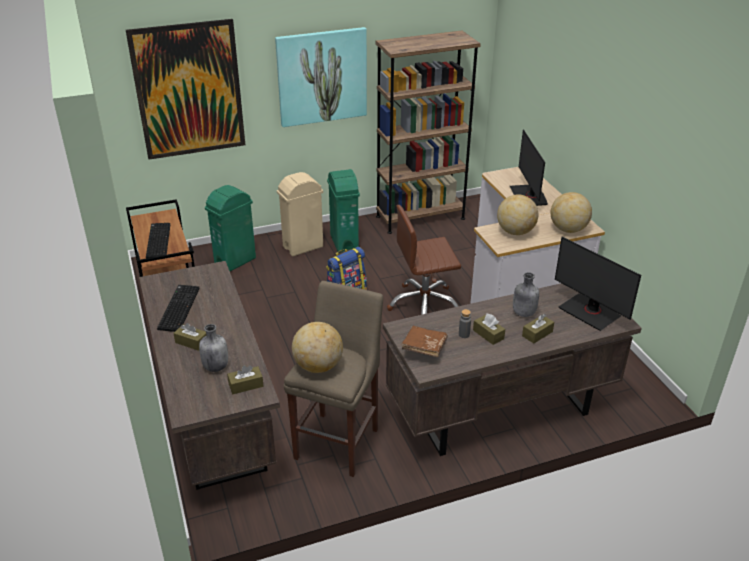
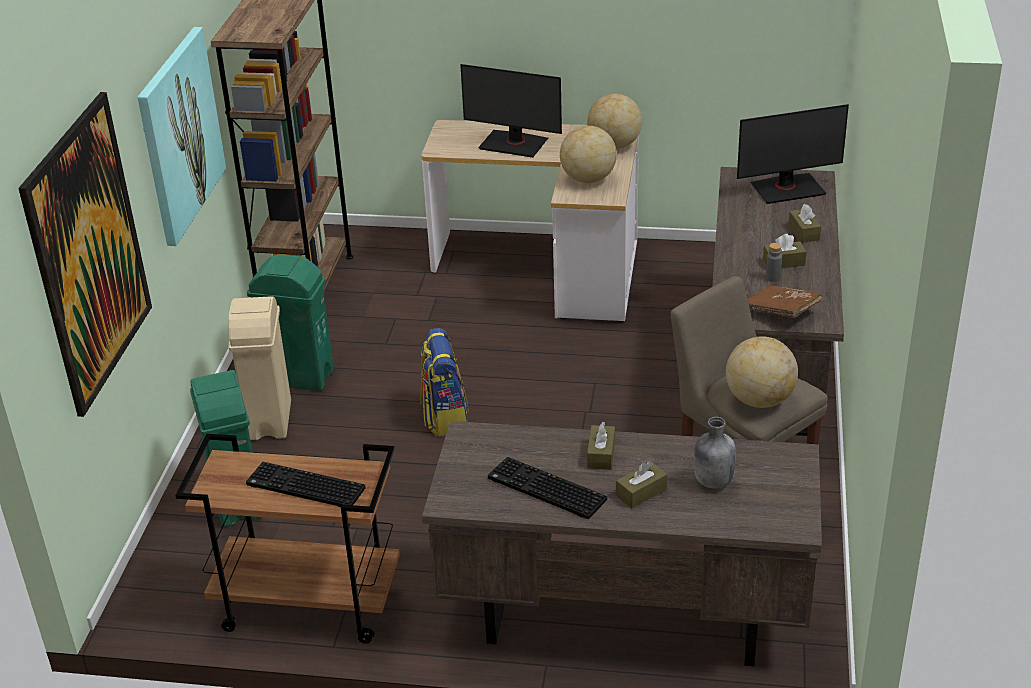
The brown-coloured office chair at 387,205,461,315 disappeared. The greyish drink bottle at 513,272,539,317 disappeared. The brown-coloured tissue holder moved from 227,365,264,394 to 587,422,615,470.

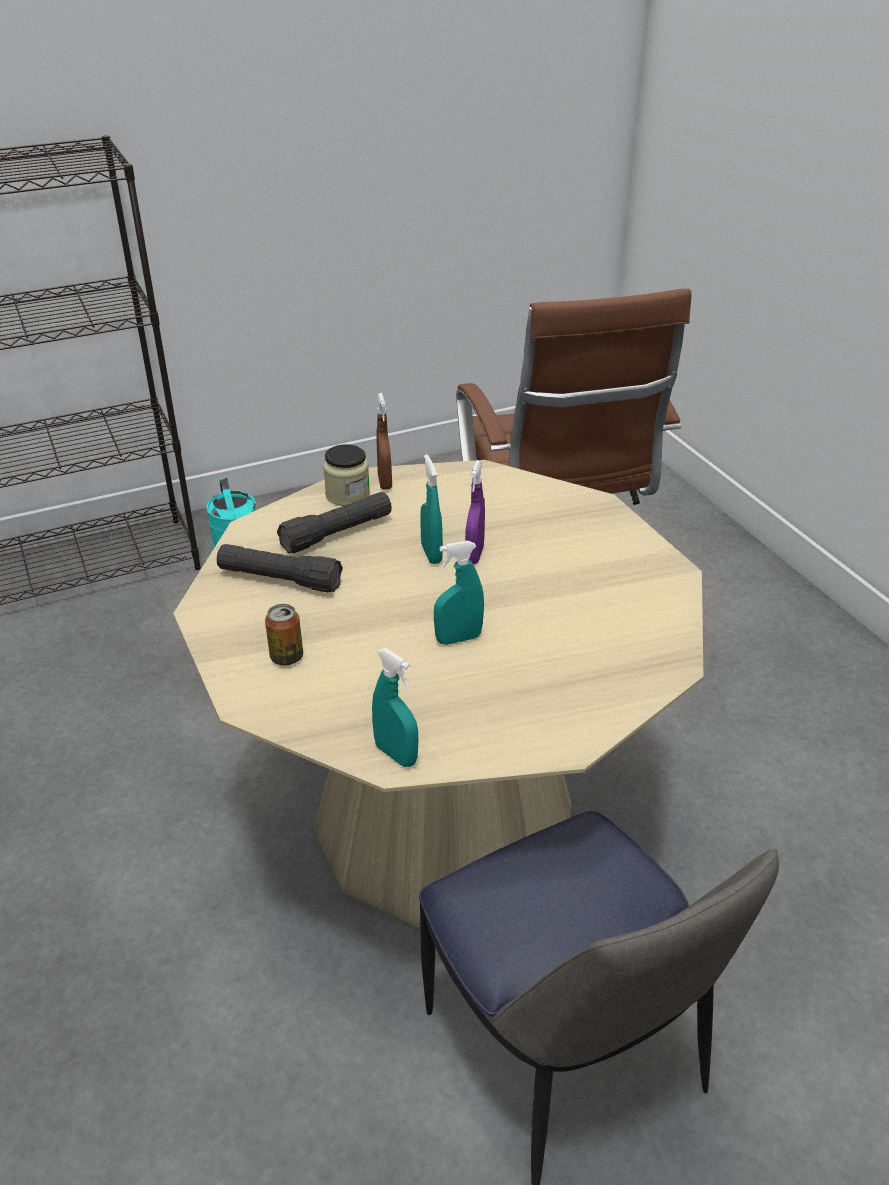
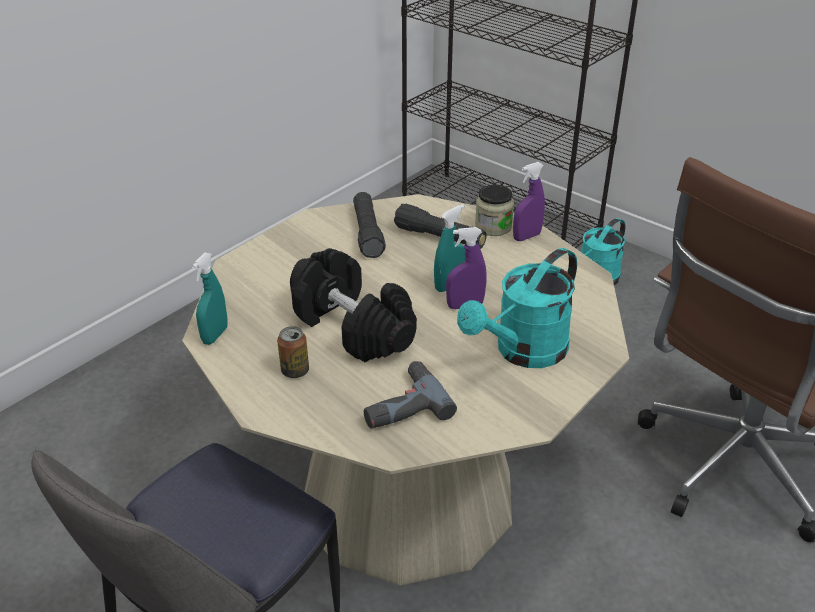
The brown-coloured sprayer at 376,393,392,490 became the purple sprayer at 513,162,545,241. The turquoise-coloured sprayer at 434,540,484,645 was replaced by the black dumbbell at 290,248,417,362. The metal can moved from 265,604,303,666 to 277,326,309,378. The turquoise-coloured sprinkling can at 457,248,577,368 appeared. The drill at 364,361,457,429 appeared.

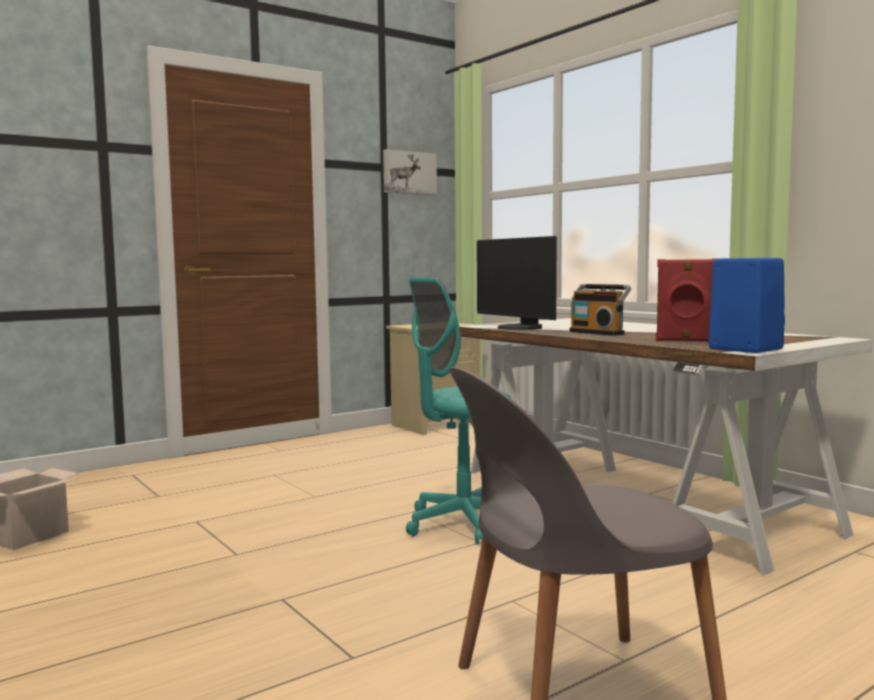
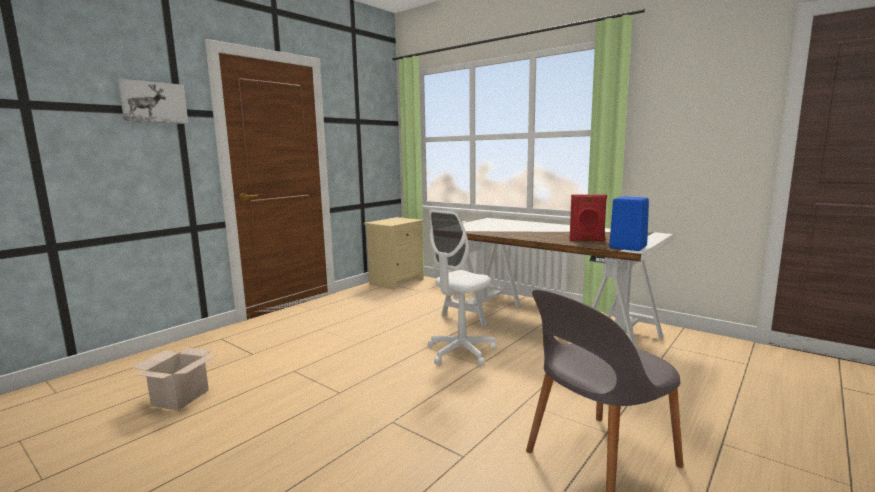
The picture moved from 383,149,437,195 to 118,79,189,124. The monitor at 477,236,557,330 disappeared. The turquoise-coloured office chair at 406,277,511,544 became the whitish office chair at 428,209,496,367. The radio at 570,284,631,336 disappeared.

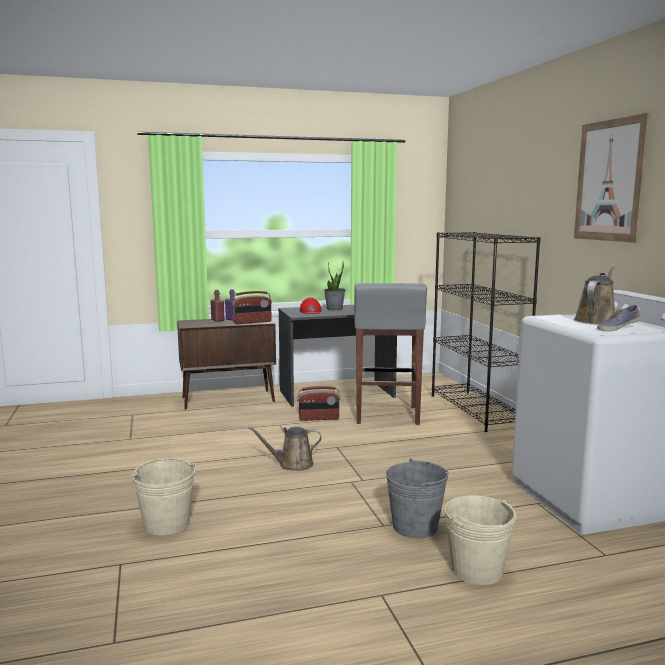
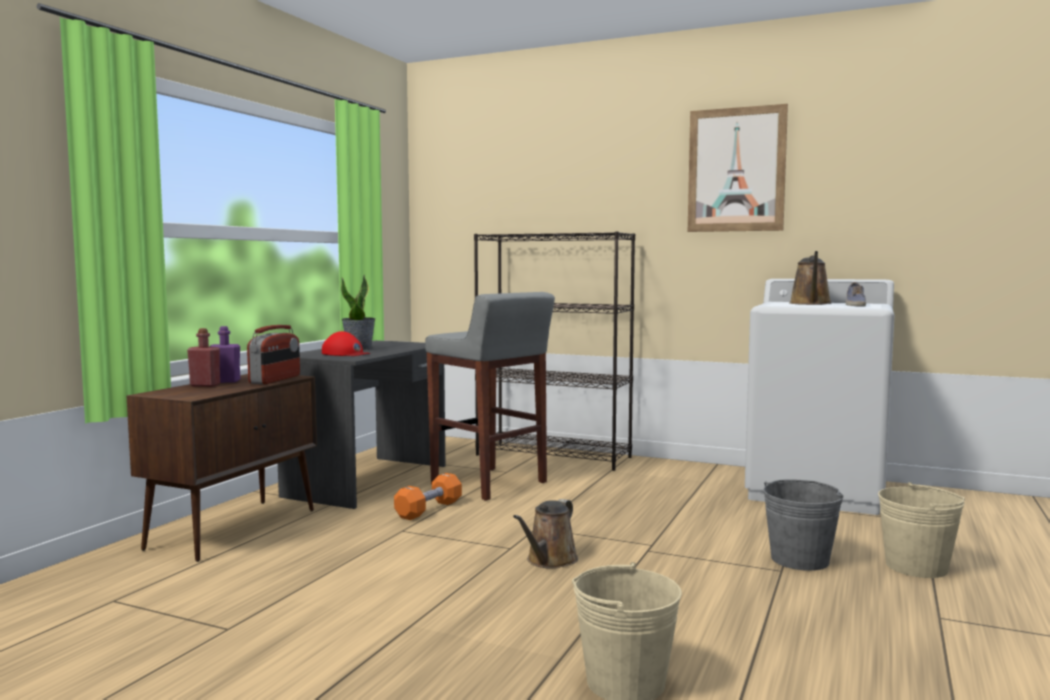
The brown-coloured sprinkling can at 574,266,615,324 turned 150 degrees counterclockwise. The radio at 297,386,341,421 was replaced by the orange dumbbell at 394,473,462,520.

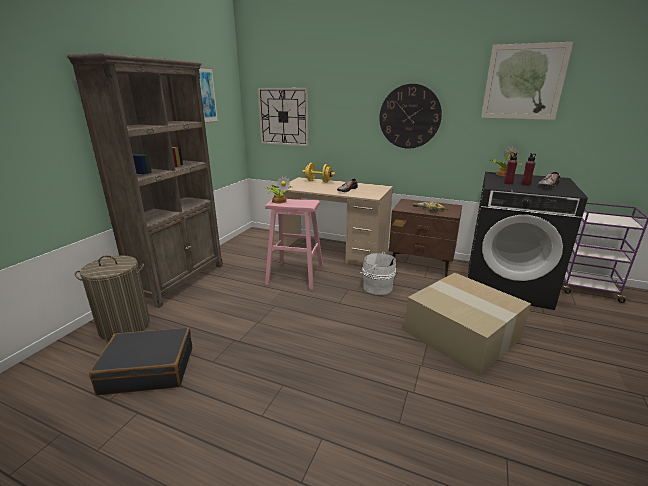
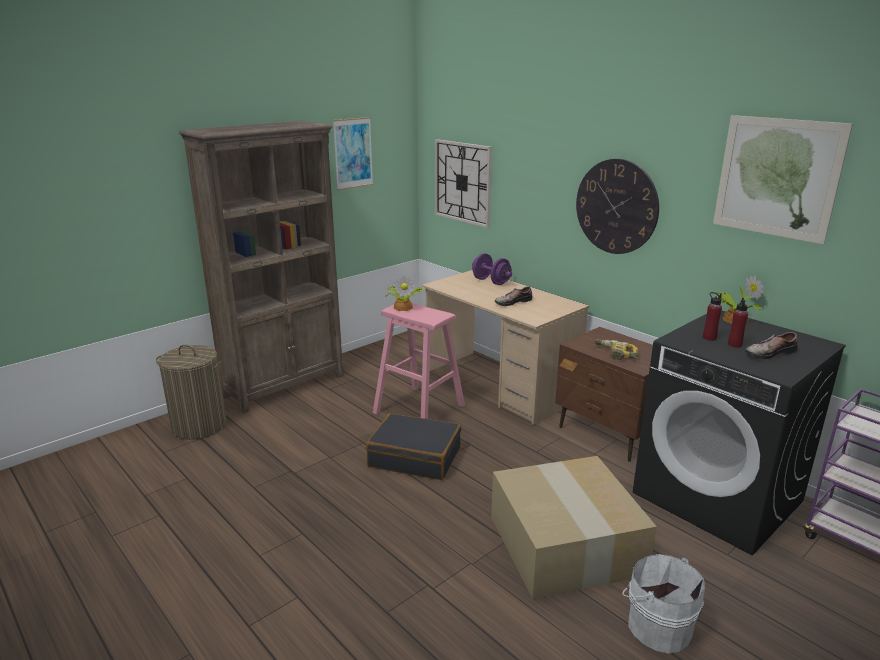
The yellow-coloured dumbbell at 303,163,335,183 became the purple dumbbell at 472,253,512,285. The whitish bucket moved from 361,252,396,295 to 622,554,705,654. The black suitcase moved from 89,327,193,395 to 366,413,461,480.

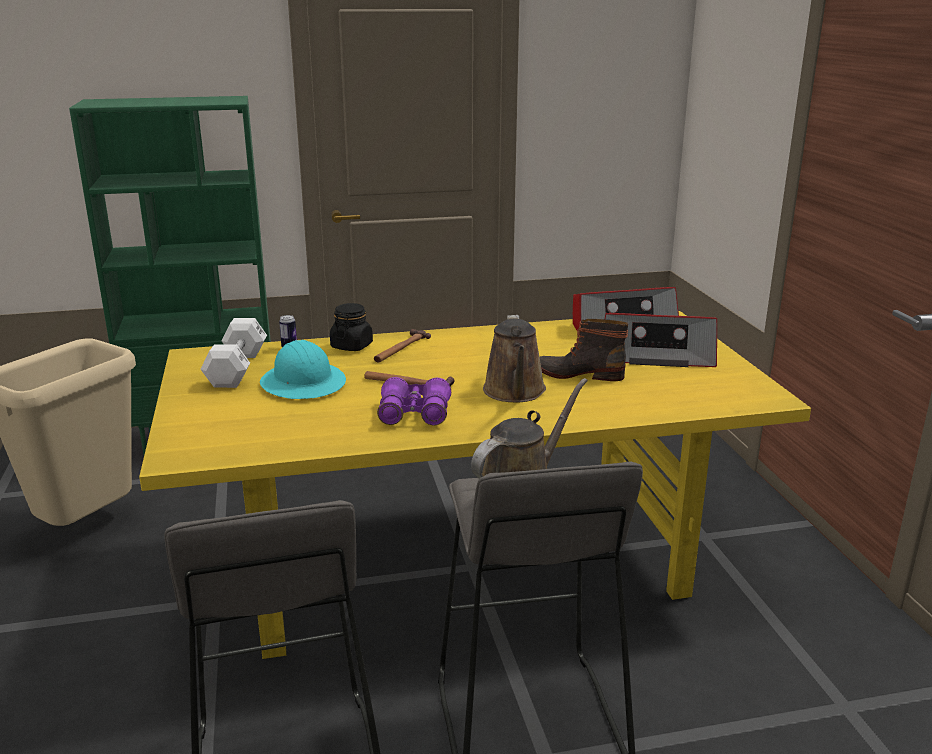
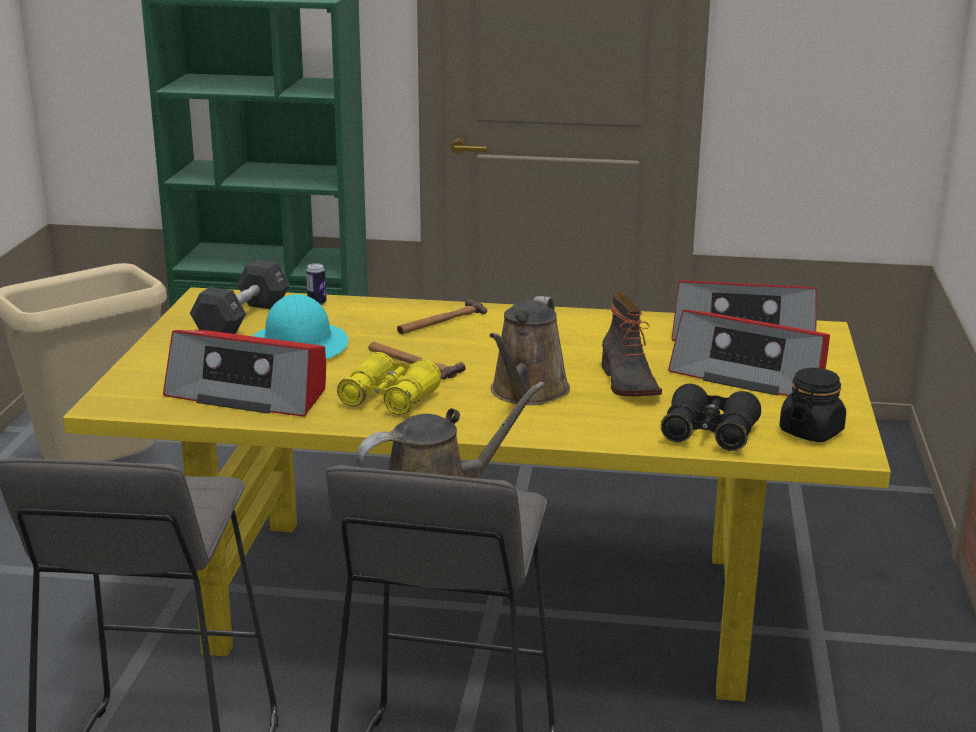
The black storage jar moved from 330,303,373,351 to 779,368,846,442. The whitish dumbbell at 200,318,267,388 became the black dumbbell at 190,260,290,334. The boot at 540,319,629,381 turned 135 degrees counterclockwise. The purple binoculars at 377,377,451,425 became the yellow-coloured binoculars at 337,352,441,415. The radio at 163,330,326,417 appeared. The black binoculars at 661,384,761,451 appeared.

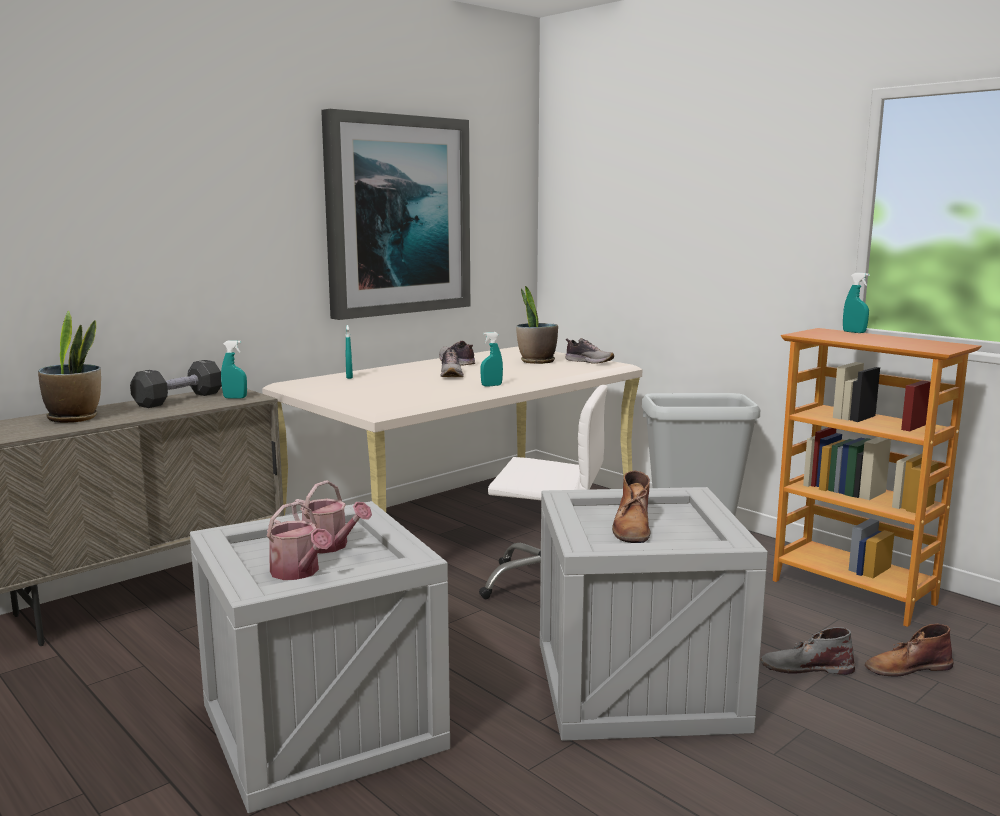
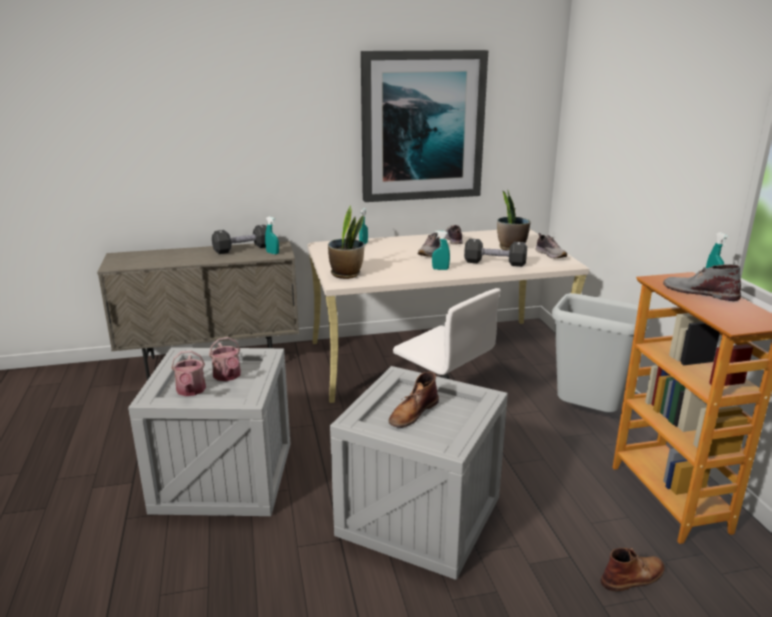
The houseplant moved from 38,311,101,423 to 328,205,364,279. The brown-coloured boot at 865,624,953,676 turned 135 degrees clockwise. The greyish boot moved from 760,627,855,675 to 663,264,741,301. The black dumbbell at 464,239,527,267 appeared.

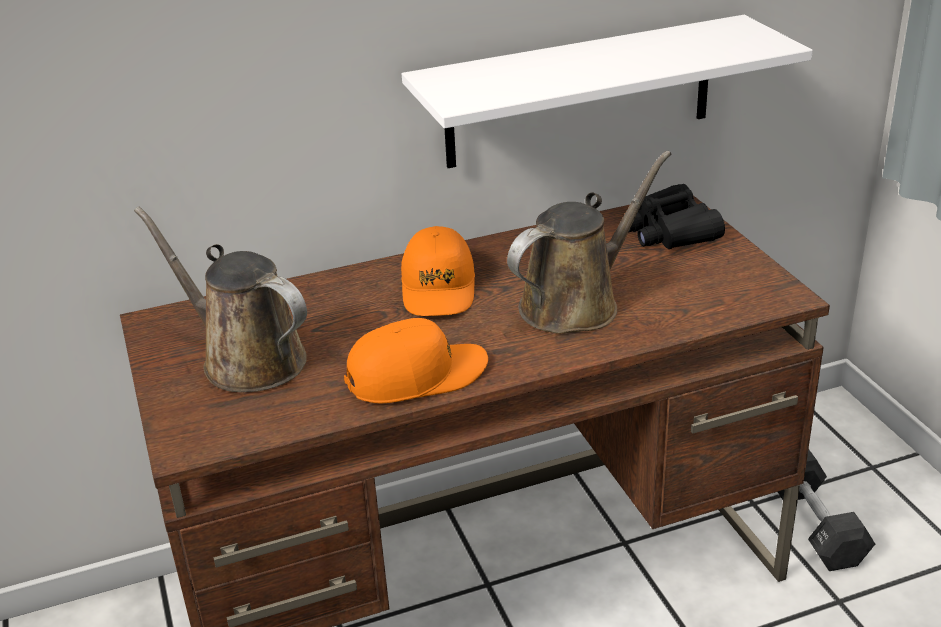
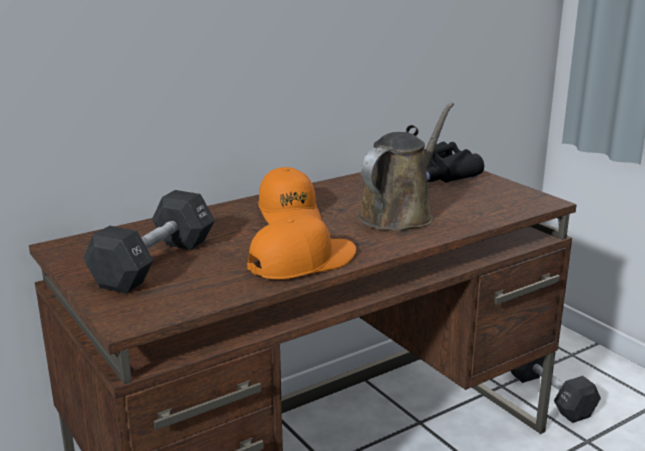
The whitish wall shelf at 402,15,813,168 disappeared. The brown-coloured sprinkling can at 134,206,307,392 was replaced by the black dumbbell at 83,190,215,294.

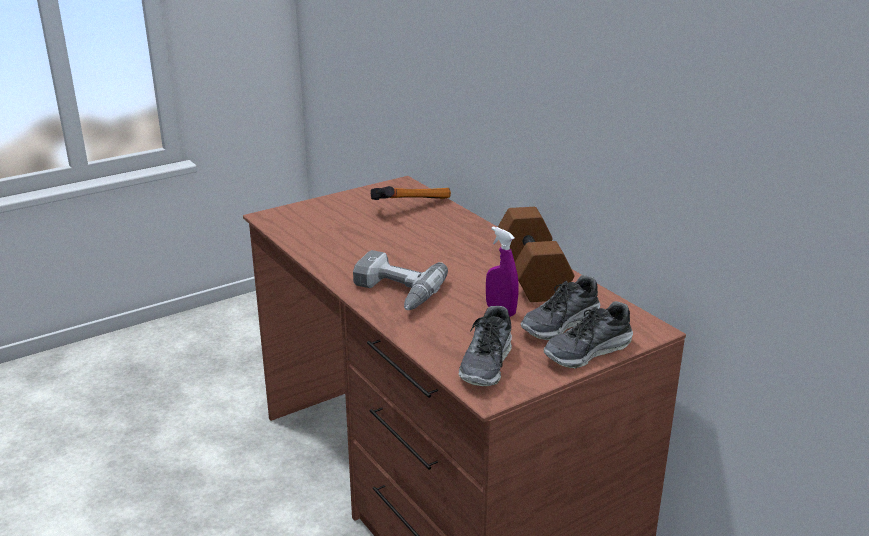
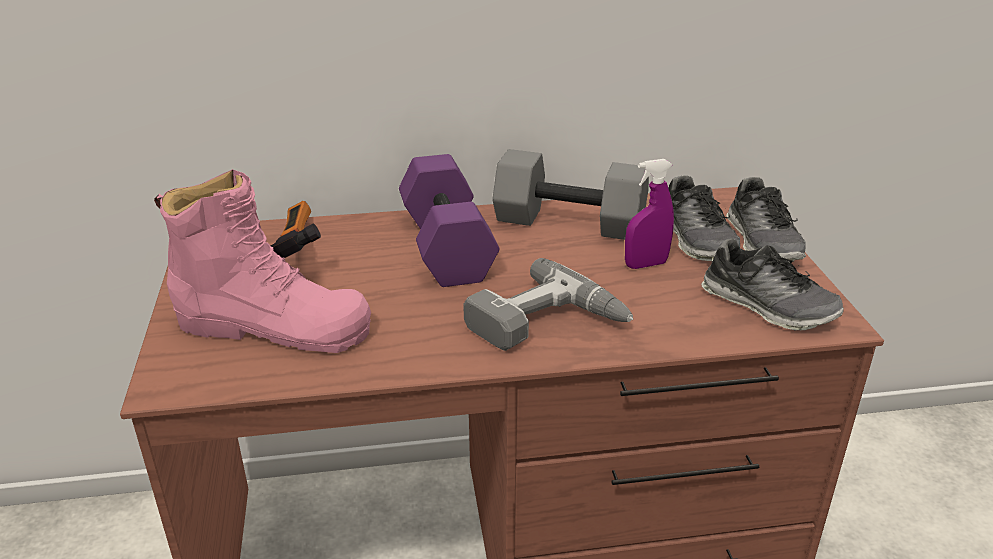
The brown-coloured dumbbell at 498,207,575,302 became the greyish dumbbell at 492,149,649,240. The purple dumbbell at 399,154,500,287 appeared. The pinkish boot at 154,169,371,353 appeared.

